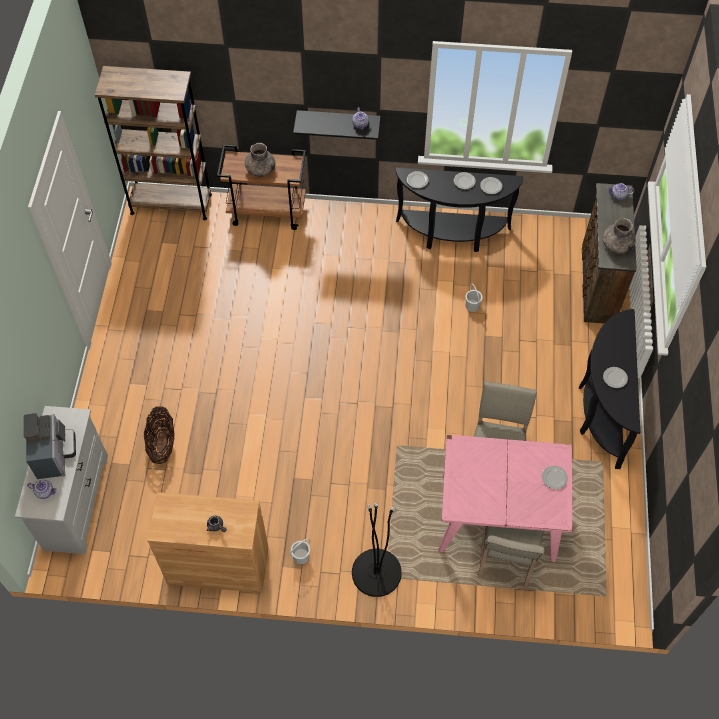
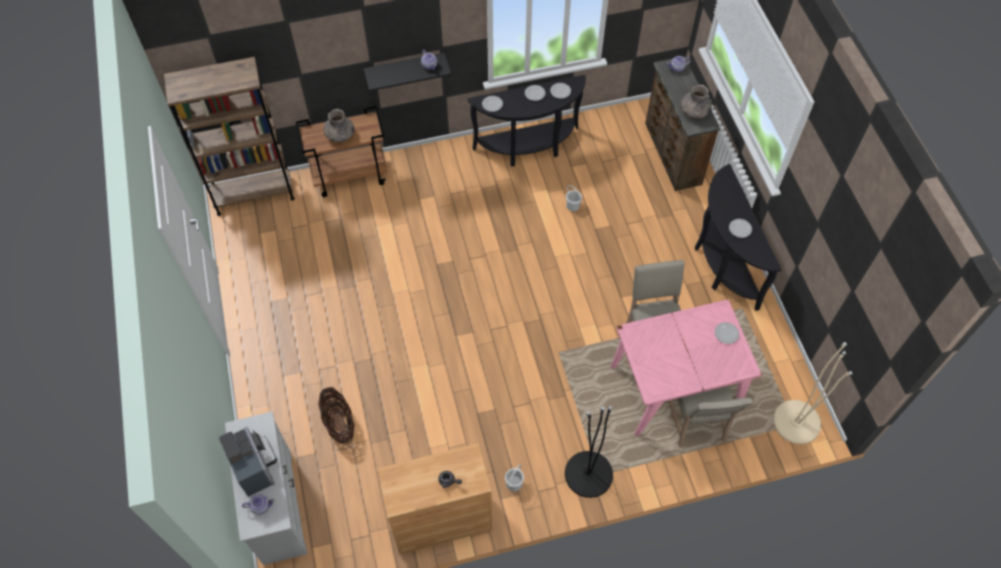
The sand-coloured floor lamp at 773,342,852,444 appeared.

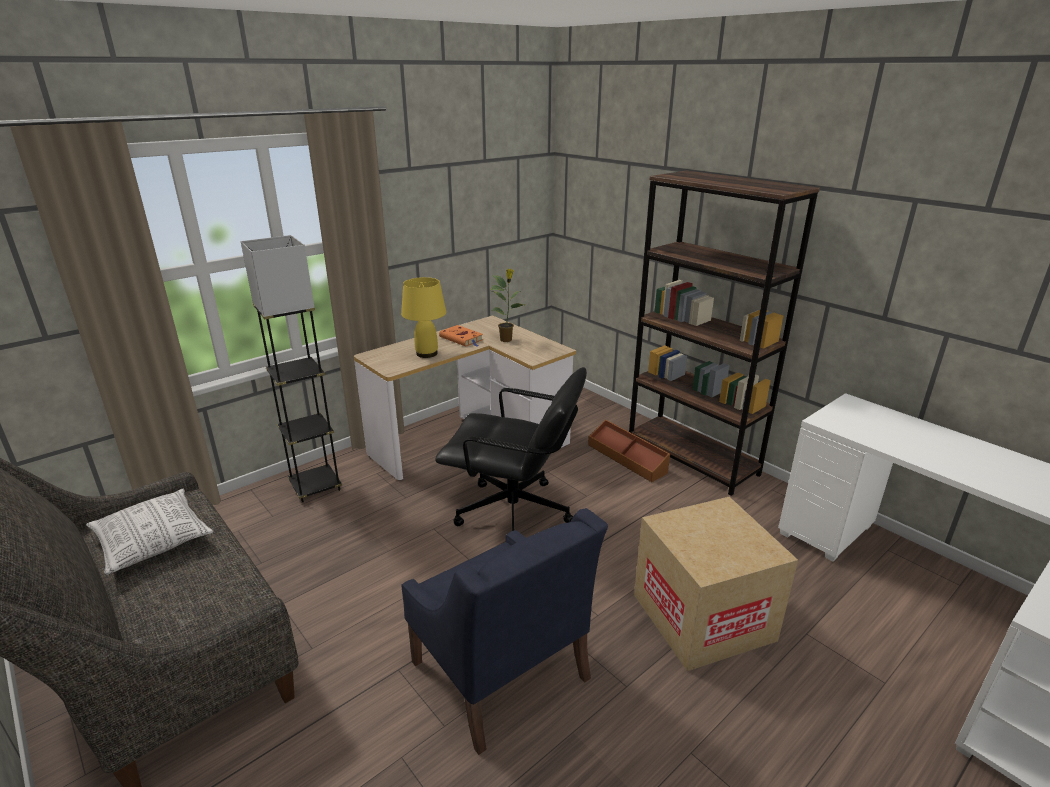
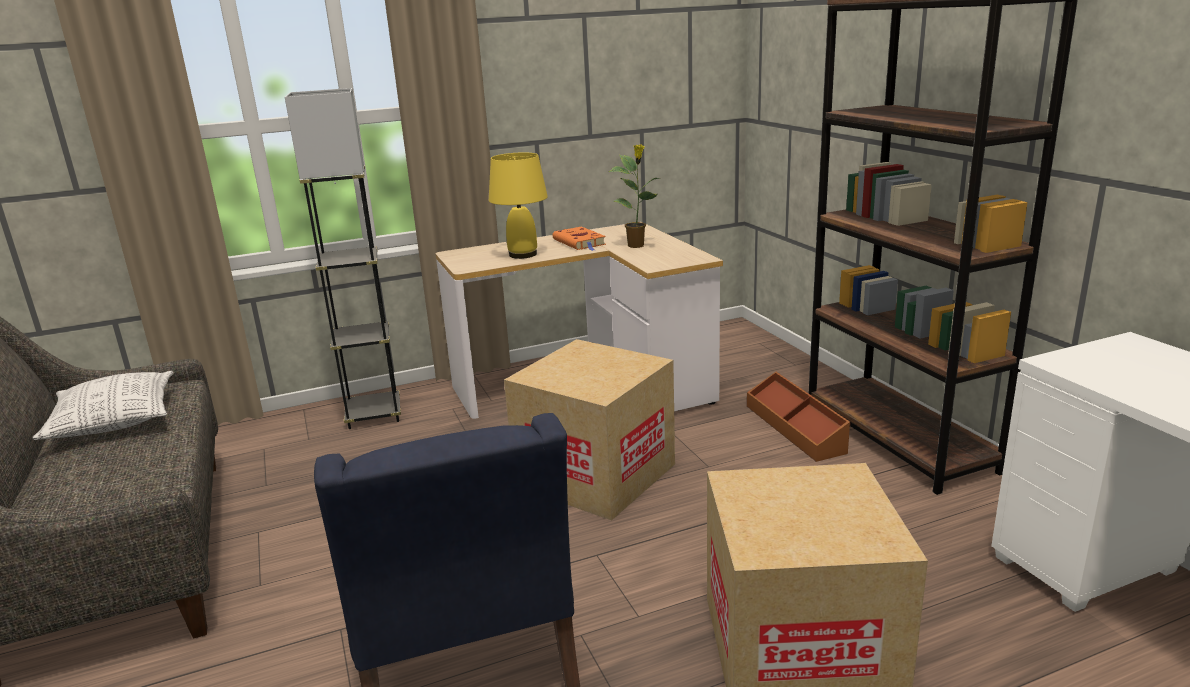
The black office chair at 435,367,587,531 was replaced by the cardboard box at 504,339,675,520.

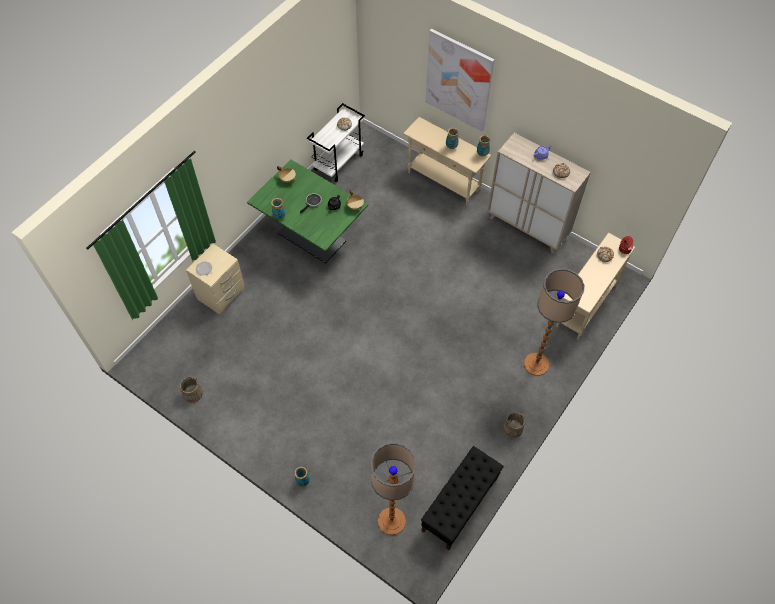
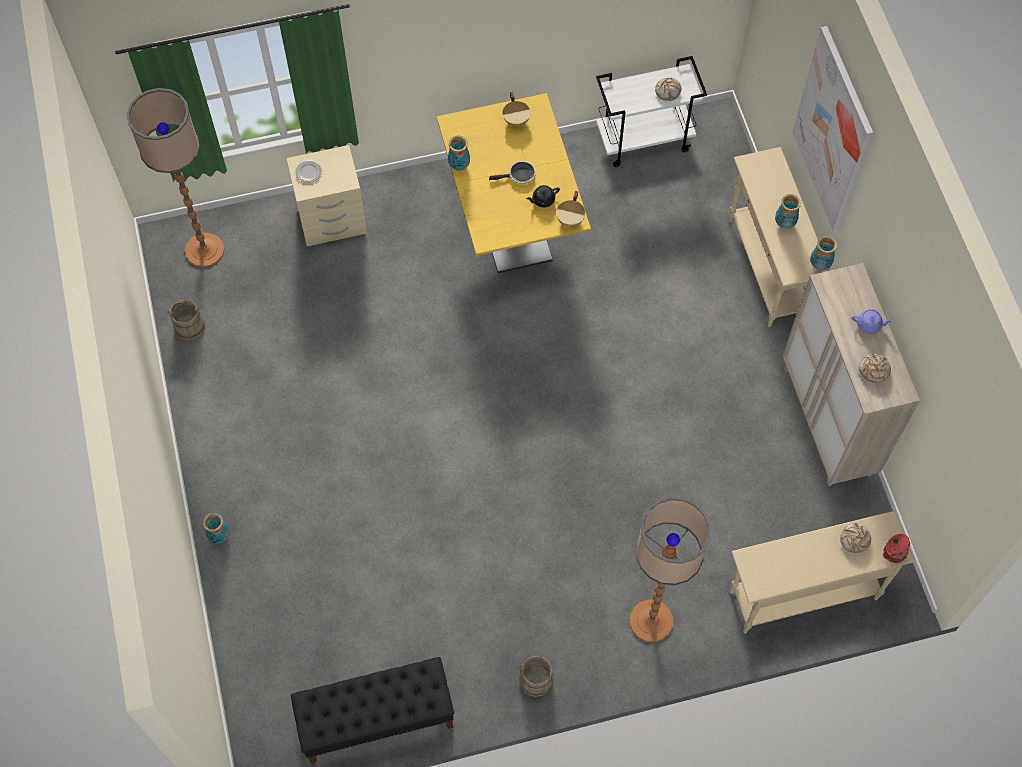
The greenish dining table at 247,159,368,264 became the yellow-coloured dining table at 437,93,591,273. The floor lamp moved from 370,442,417,535 to 127,88,224,267.

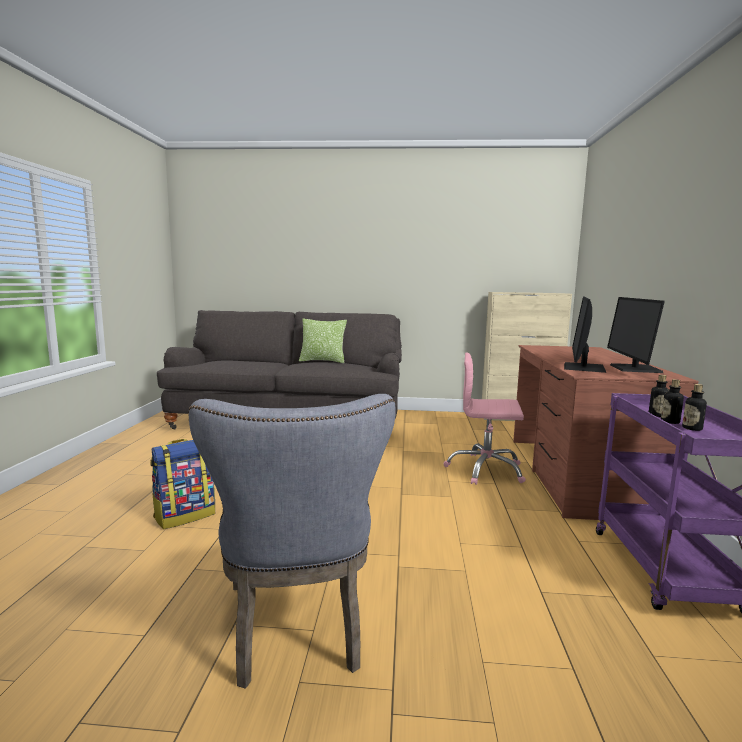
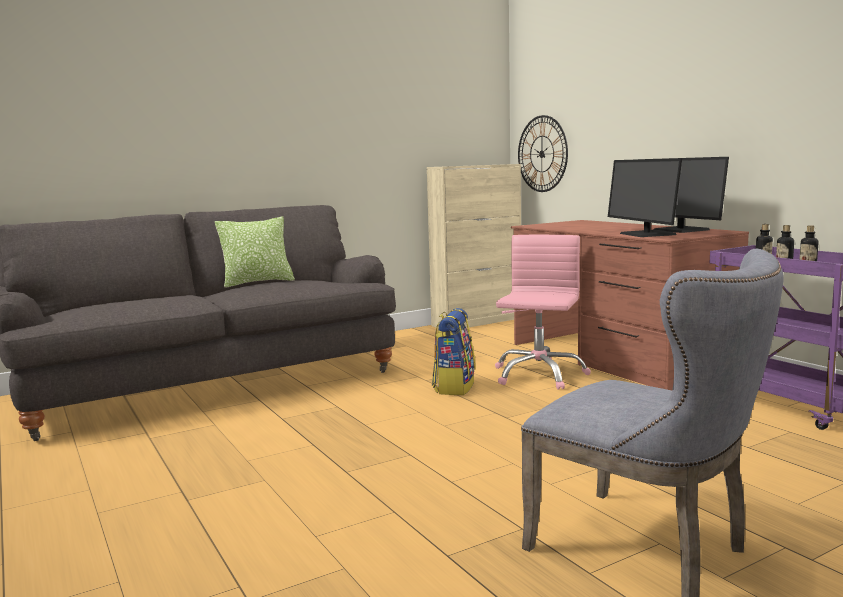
The pinkish office chair at 444,352,526,485 turned 135 degrees clockwise. The rucksack moved from 150,439,215,529 to 432,308,476,395. The clock on the wall at 518,115,568,192 appeared.

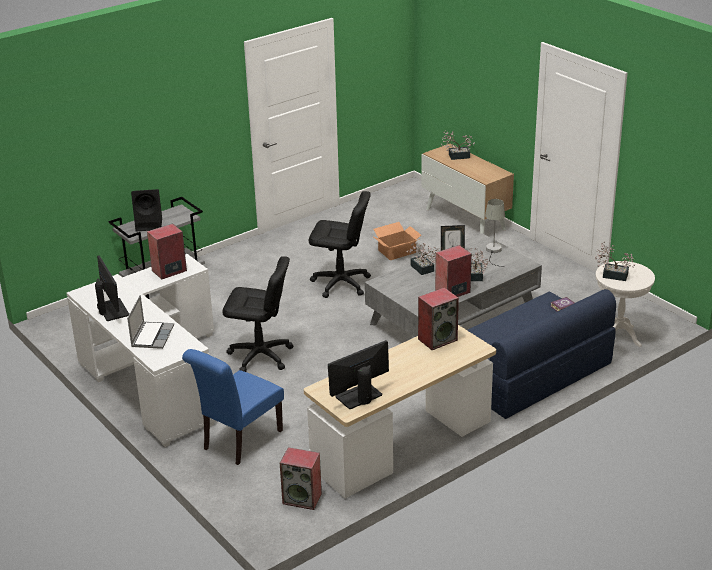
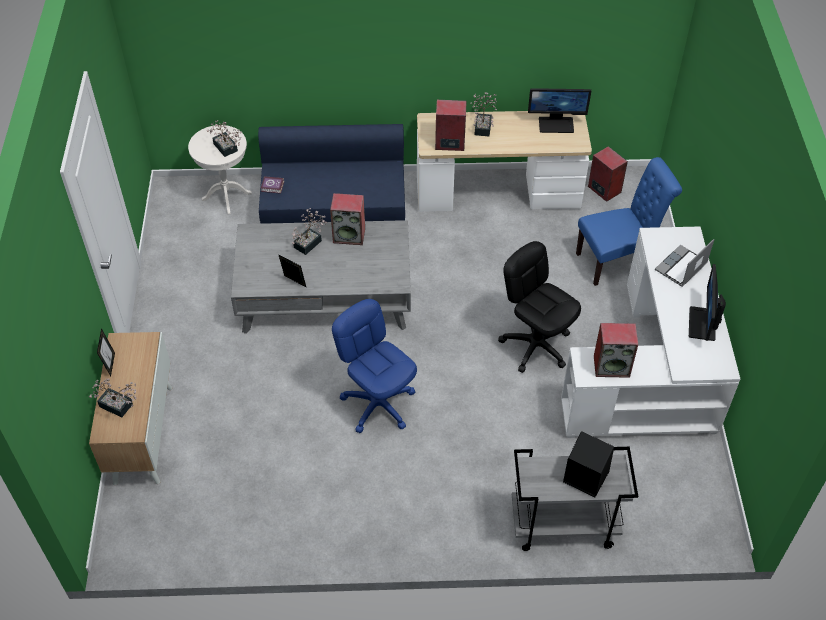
The black office chair at 309,191,371,298 became the blue office chair at 332,299,417,433. The greyish lamp for a table at 485,199,505,267 disappeared. The cardboard box at 373,222,421,260 disappeared. The houseplant moved from 406,242,442,275 to 470,92,497,137. The photo frame at 97,328,115,376 appeared.

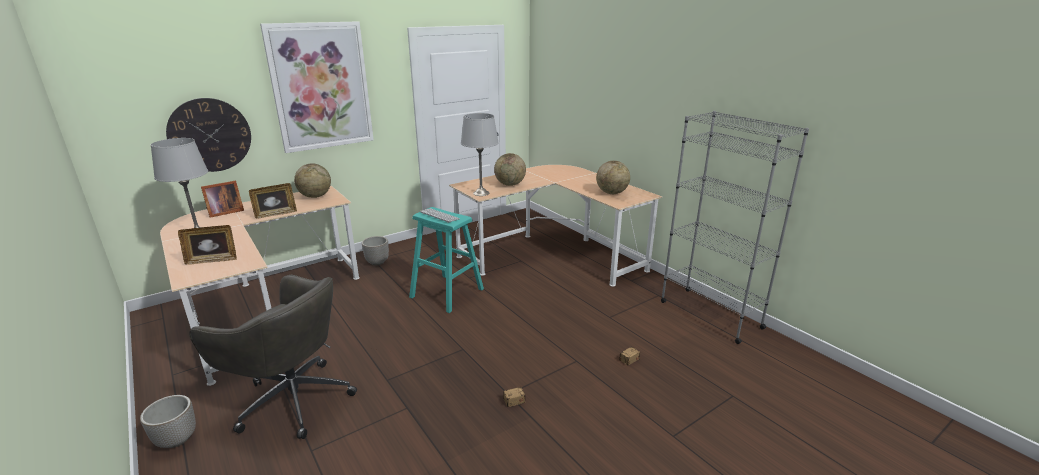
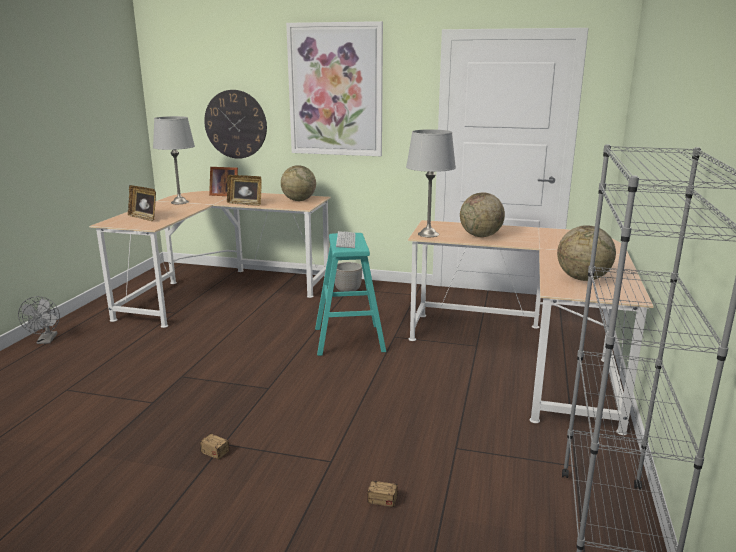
The greyish office chair at 189,275,357,439 disappeared. The flower pot at 140,395,196,448 was replaced by the greyish fan at 18,296,60,344.

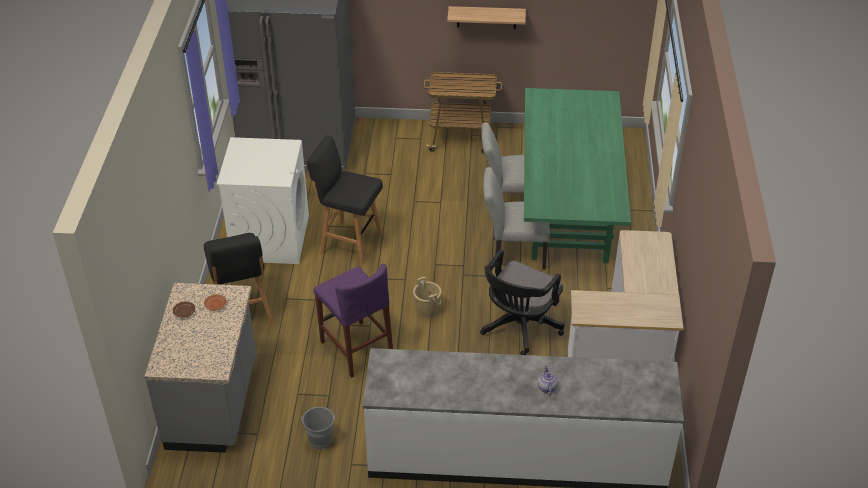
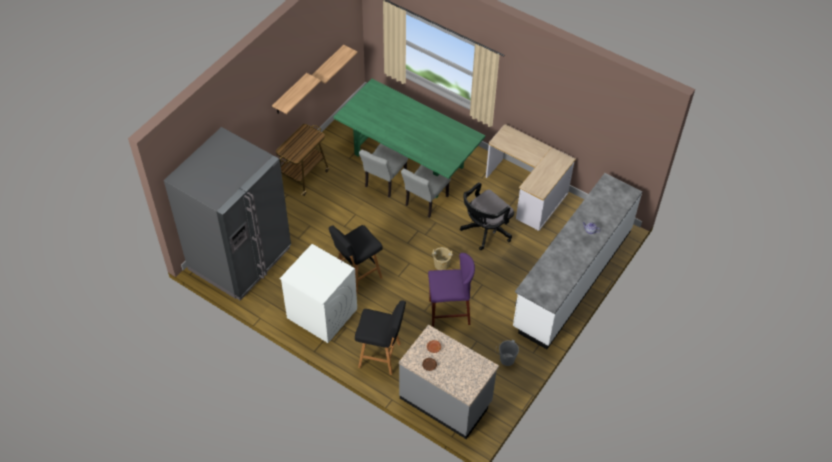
The black office chair at 480,250,564,355 turned 75 degrees clockwise. The wall shelf at 312,45,358,84 appeared.

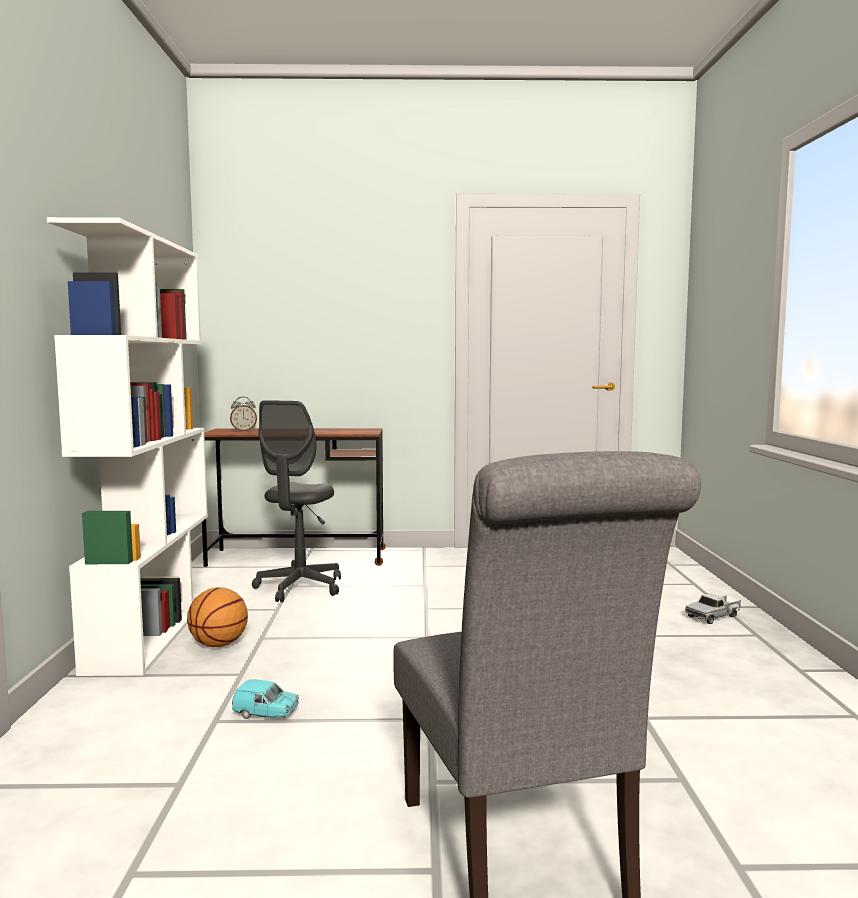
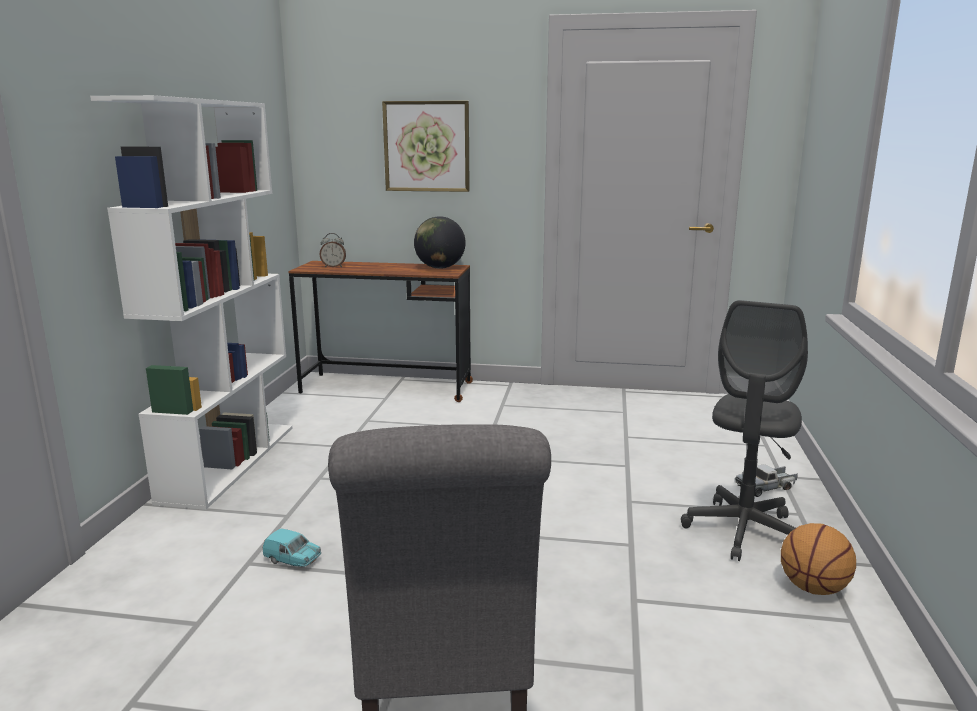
The greyish office chair moved from 252,400,341,602 to 681,300,808,561. The basketball ball moved from 187,587,248,647 to 781,523,856,595. The picture at 382,101,470,192 appeared. The globe at 414,216,466,269 appeared.

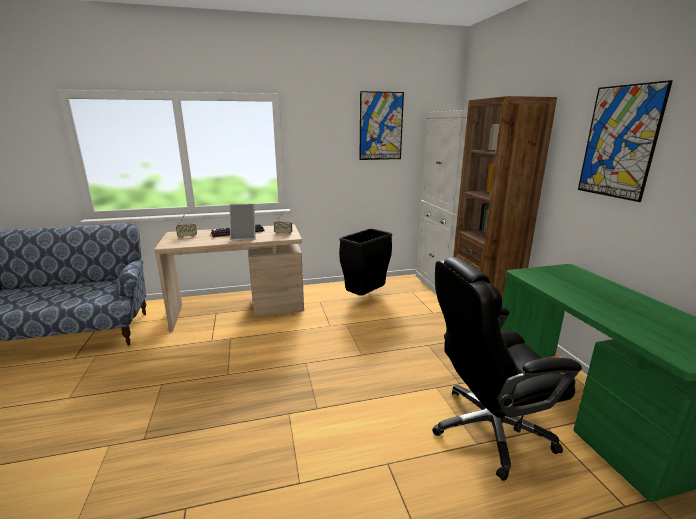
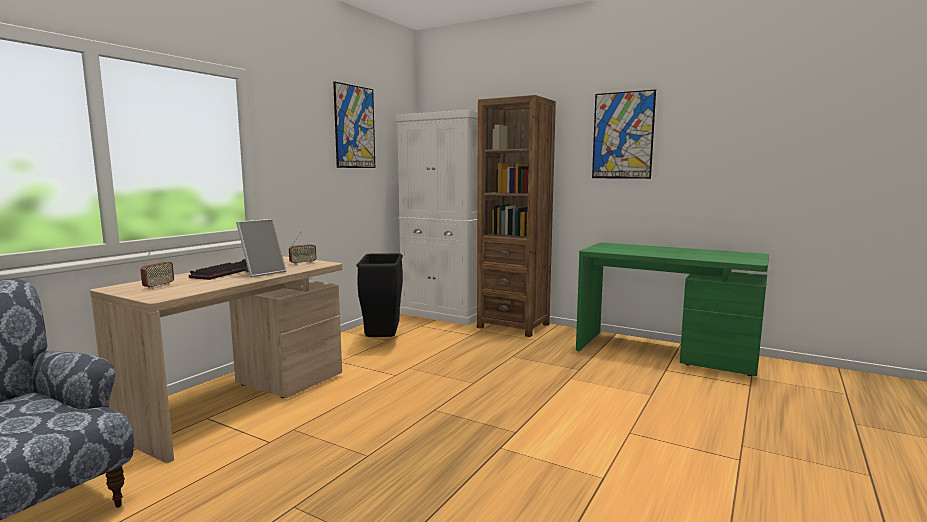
The black office chair at 432,257,582,481 disappeared.

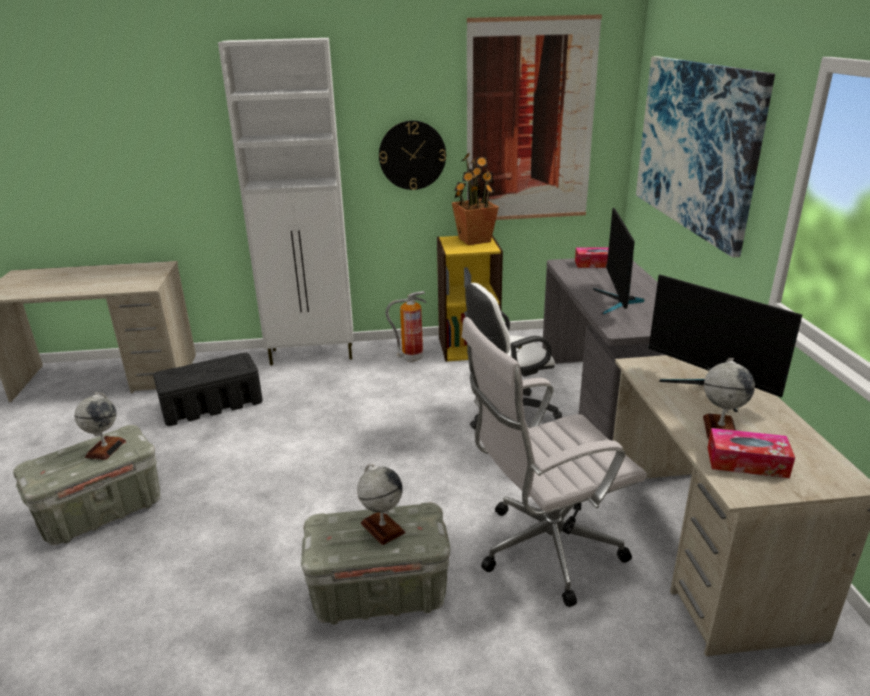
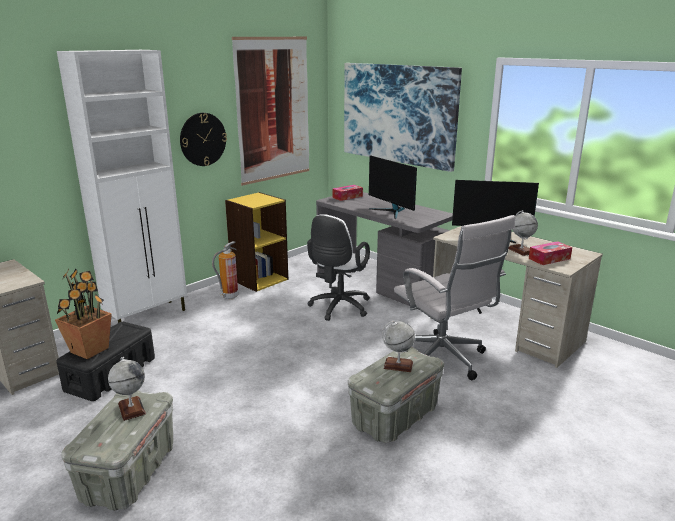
The houseplant moved from 452,153,499,245 to 55,268,112,359. The whitish office chair at 461,317,647,607 turned 60 degrees counterclockwise.

